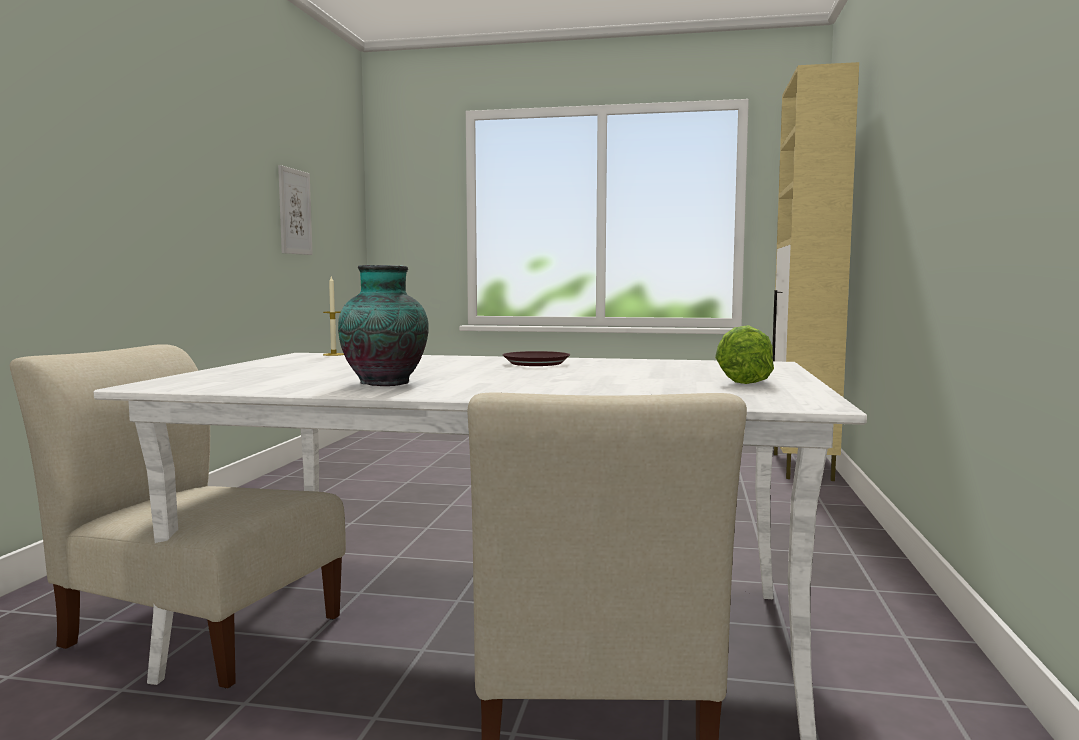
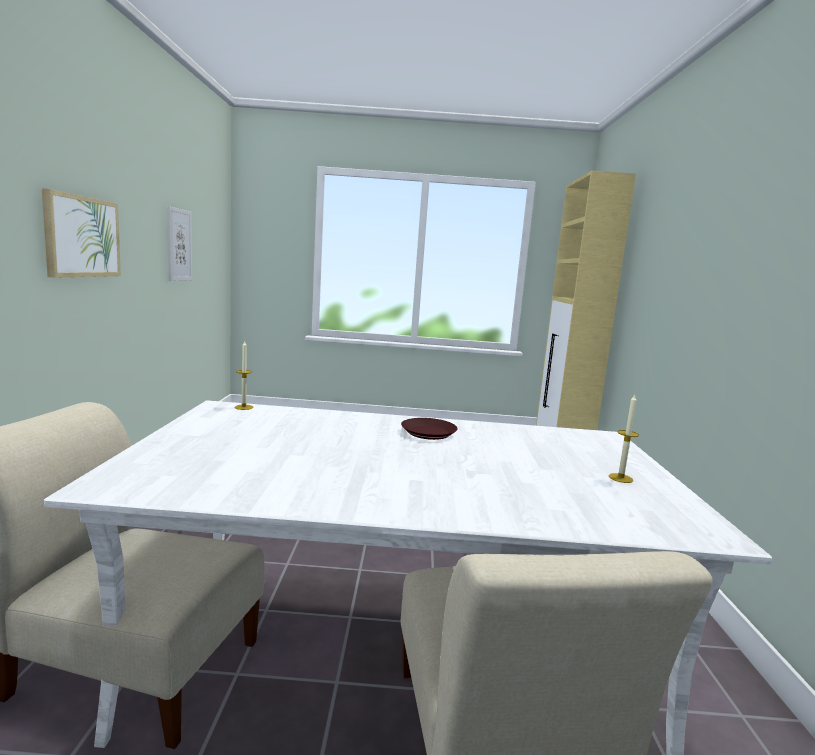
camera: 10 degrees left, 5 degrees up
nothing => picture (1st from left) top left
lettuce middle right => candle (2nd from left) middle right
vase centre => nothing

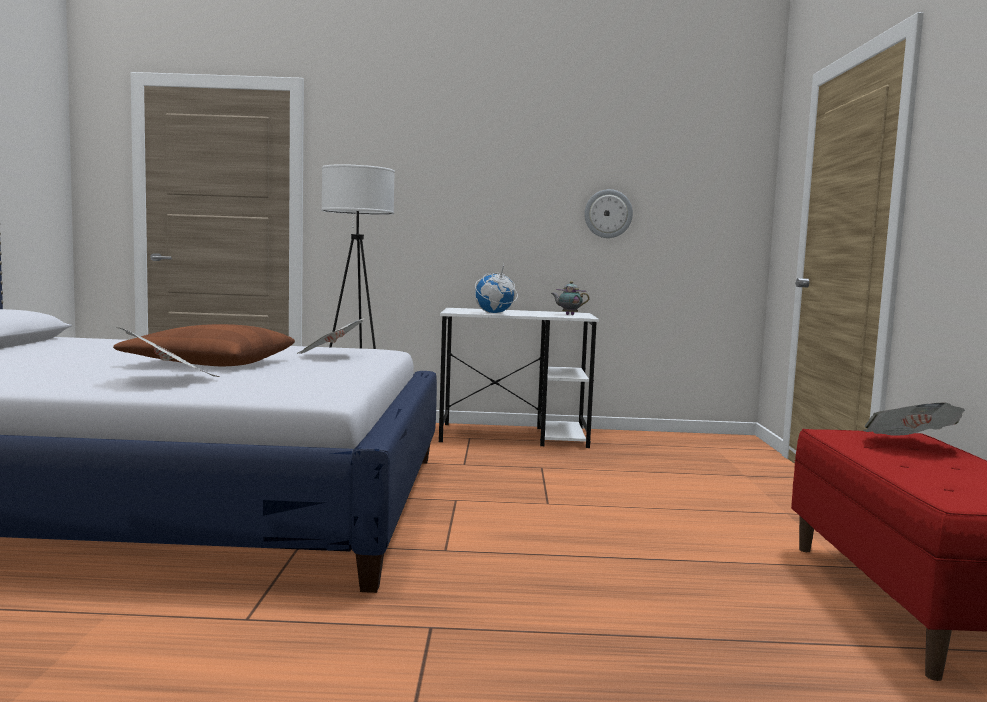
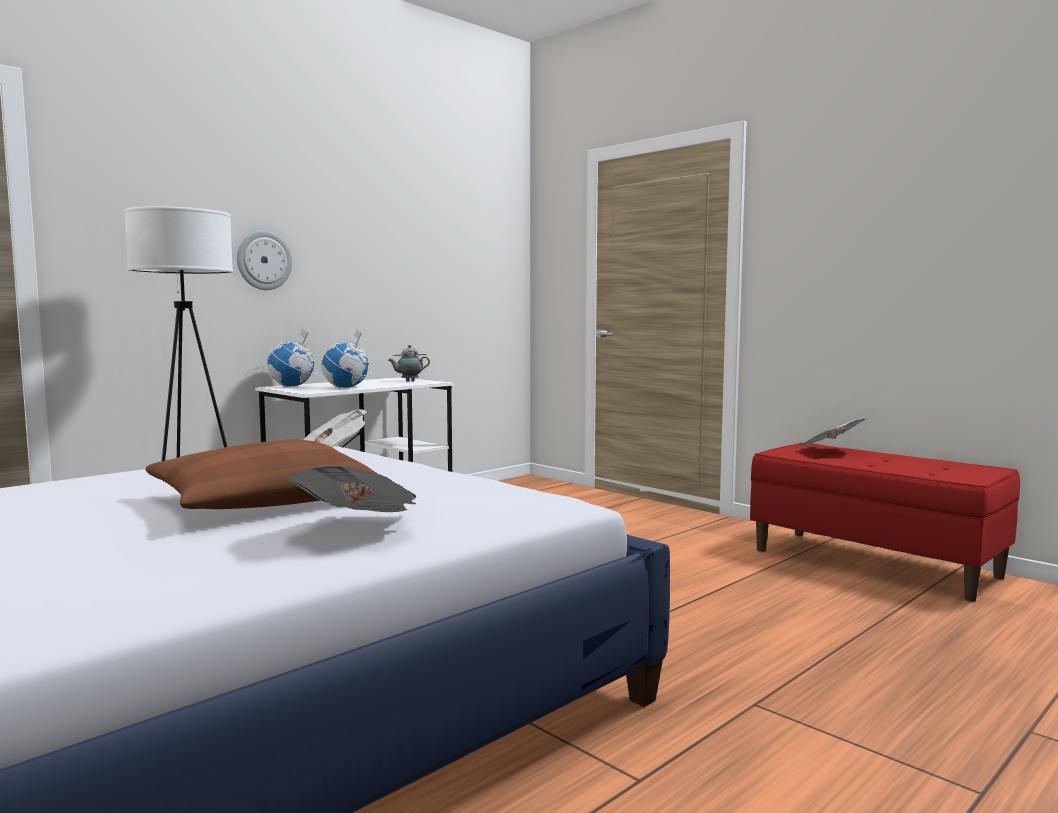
camera: 45 degrees left, 0 degrees up
wall clock top centre => wall clock top left, moved
nothing => globe (1st from left) middle left

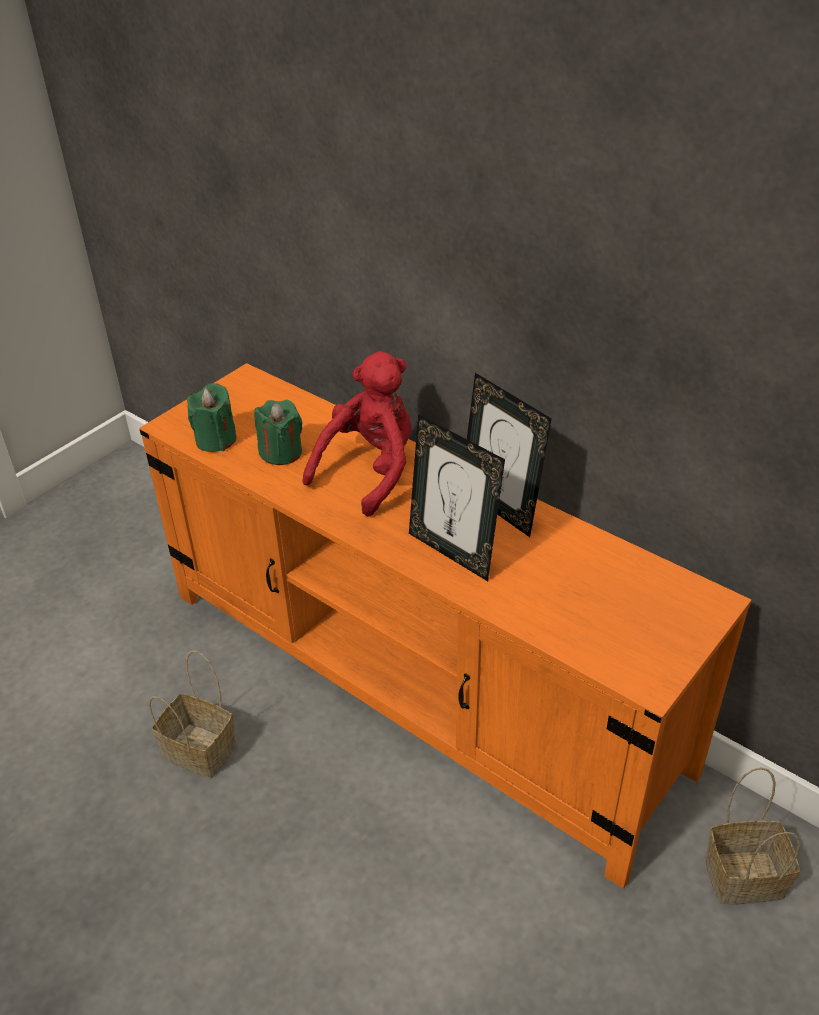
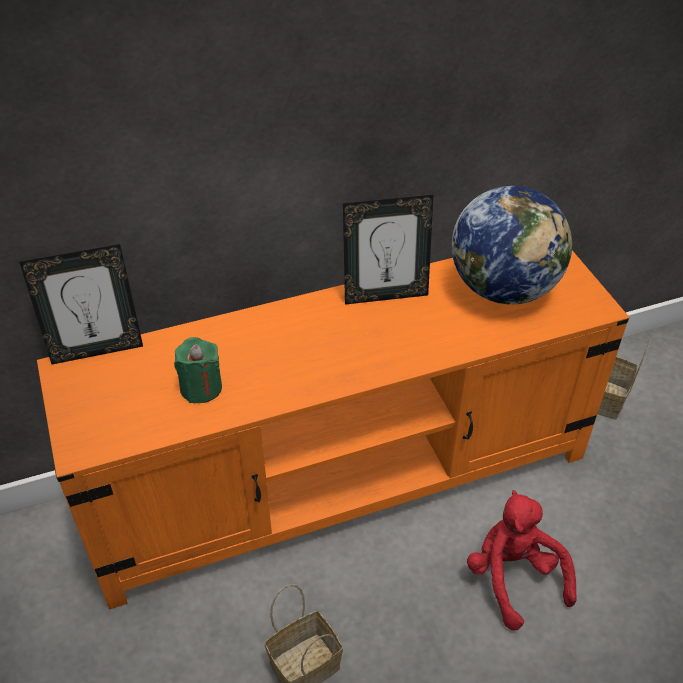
camera: 60 degrees left, 5 degrees up
picture frame (1st from left) centre => picture frame (1st from left) middle left, moved
nothing => globe middle right
red plush toy centre => red plush toy bottom right, moved
green candle (1st from left) middle left => nothing

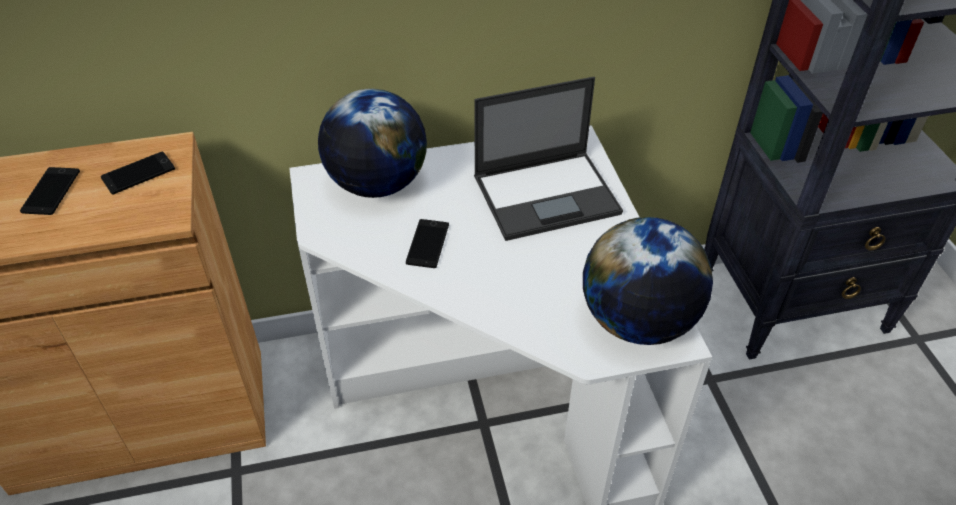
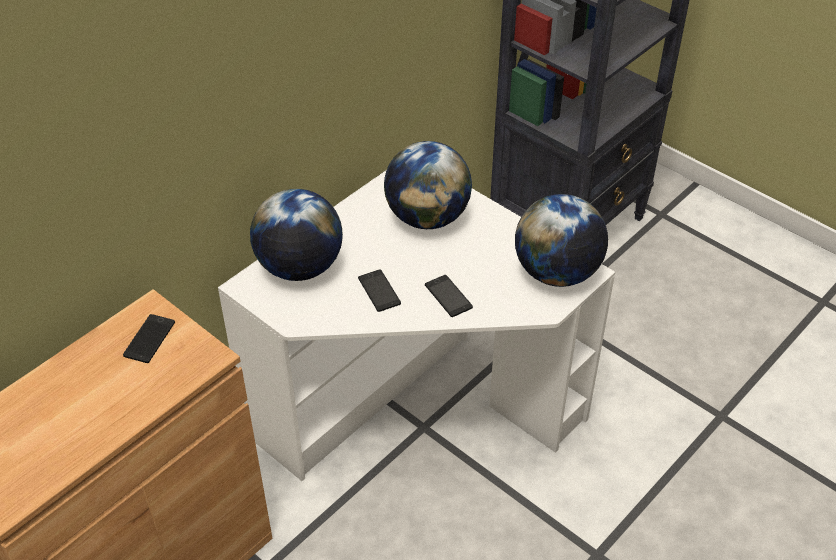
camera: 35 degrees left, 0 degrees up
laptop top centre => globe (2nd from left) top centre
phone (1st from left in the first image) middle left => phone (3rd from left) centre, moved

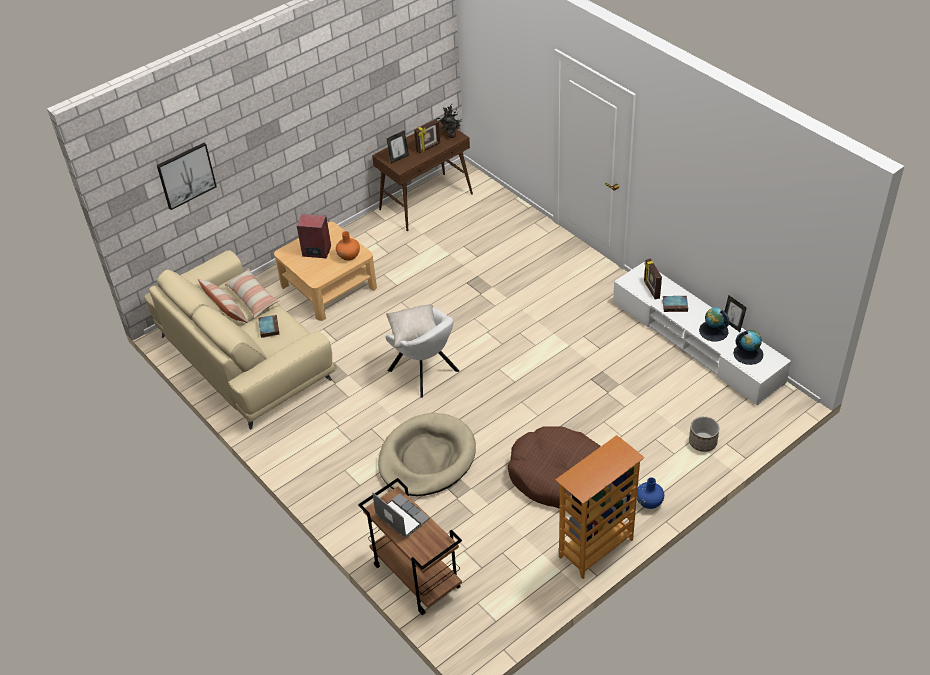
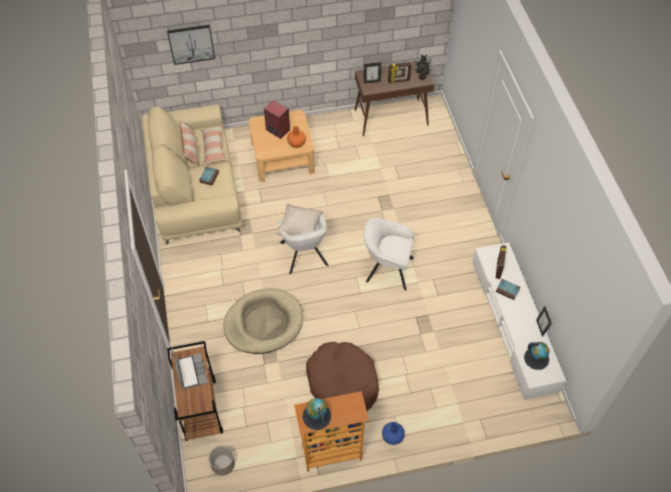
camera: 25 degrees right, 10 degrees up
planter middle right => planter bottom left, moved
globe (1st from left) middle right => globe (1st from left) bottom centre, moved
nothing => white armchair (2nd from left) centre

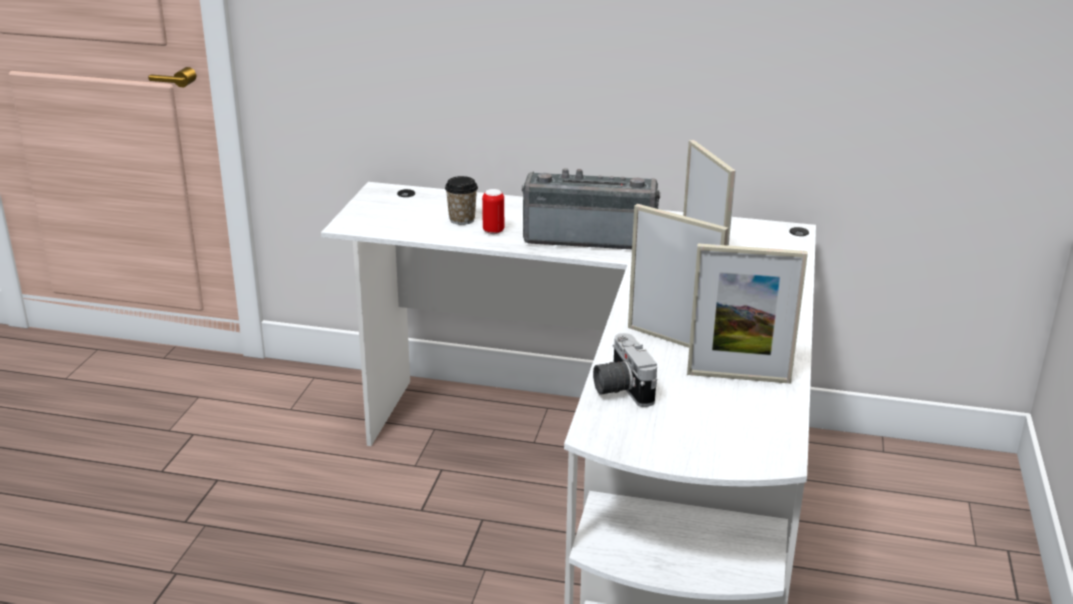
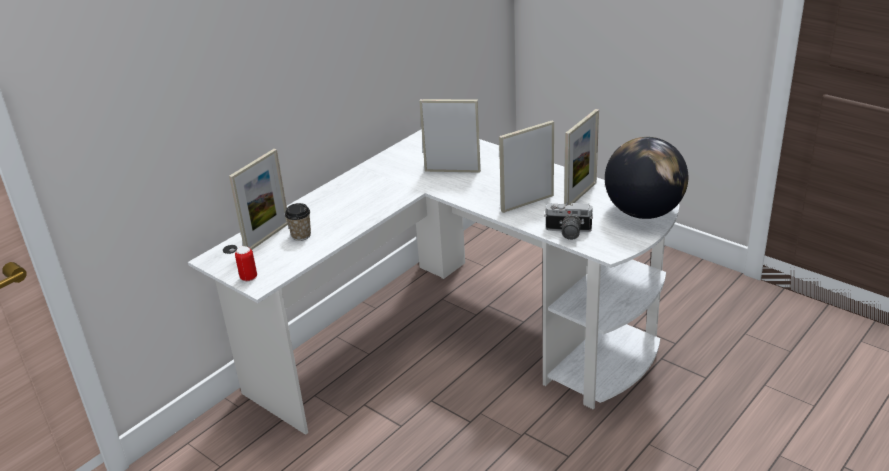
camera: 60 degrees left, 5 degrees up
nothing => picture frame (1st from left) middle left
can centre => can middle left, moved
nothing => globe middle right
radio centre => nothing

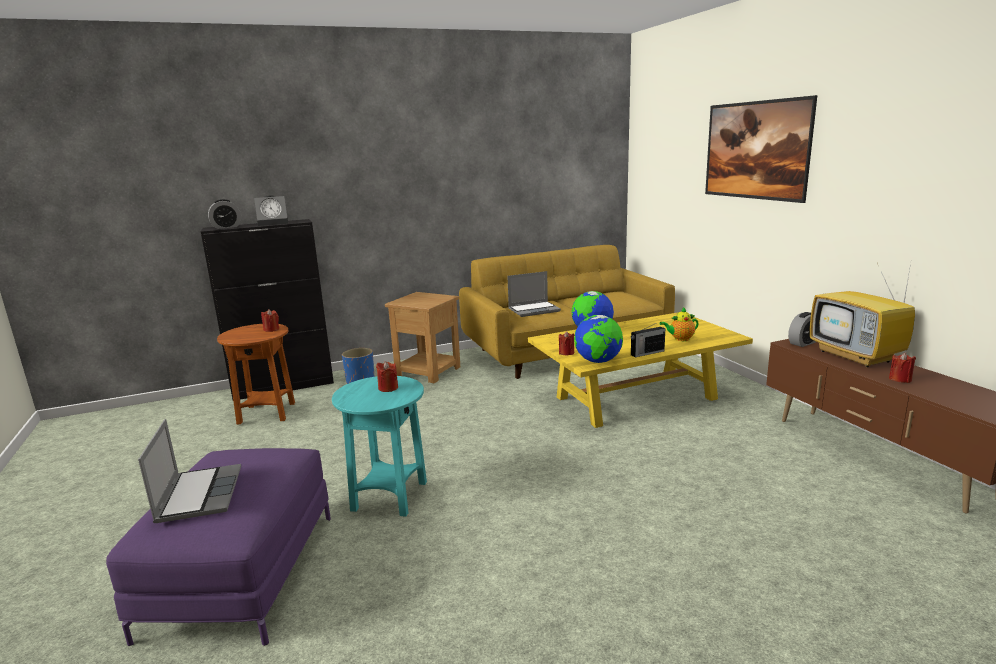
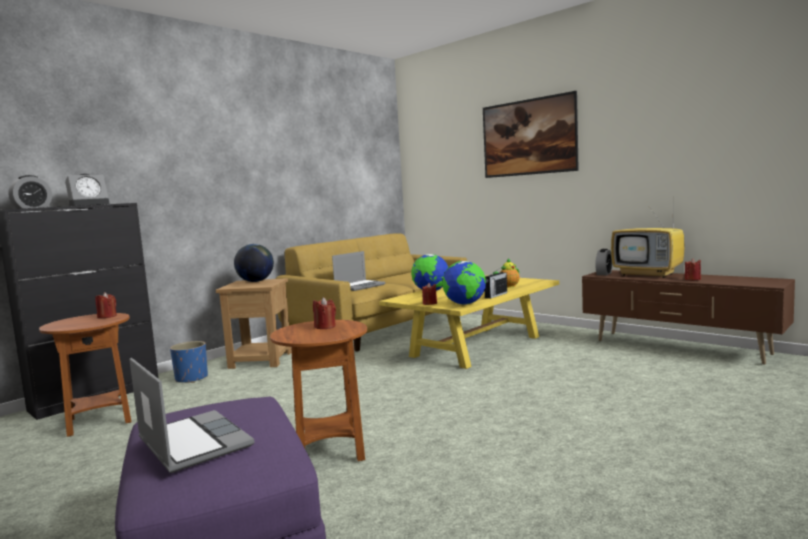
camera: 25 degrees left, 10 degrees down
nothing => globe (1st from left) middle left
turquoise side table bottom centre => brown side table (3rd from left) bottom centre

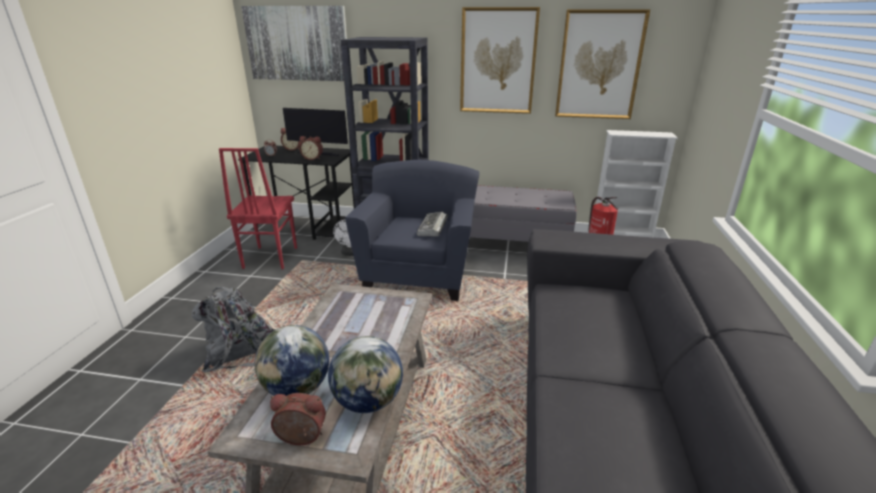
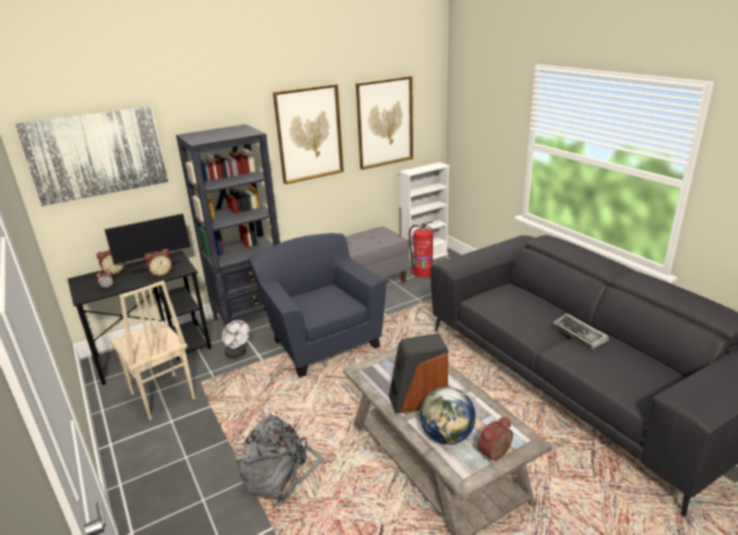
camera: 40 degrees left, 0 degrees up
red chair middle left => beige chair middle left
nothing => speaker bottom centre
keyboard centre => keyboard middle right, moved
globe (2nd from left) bottom centre => nothing

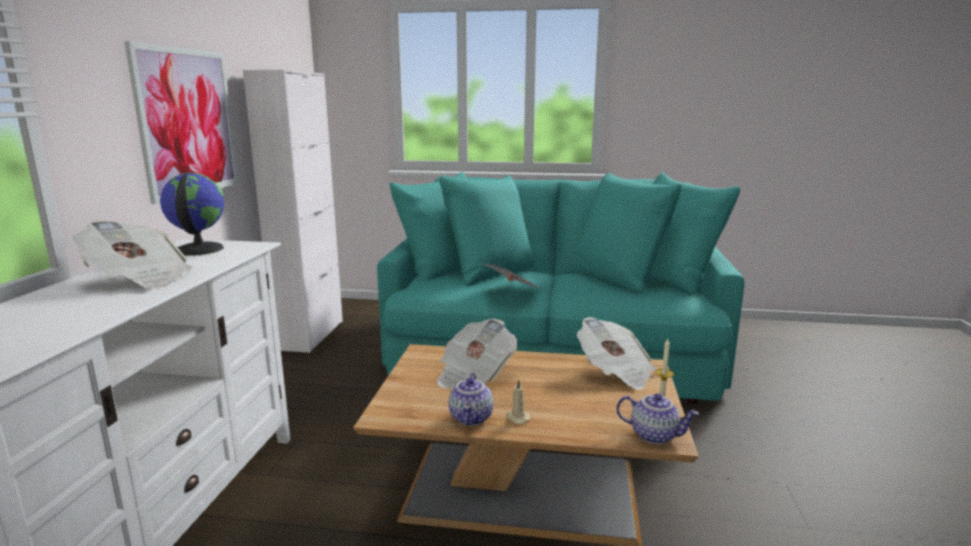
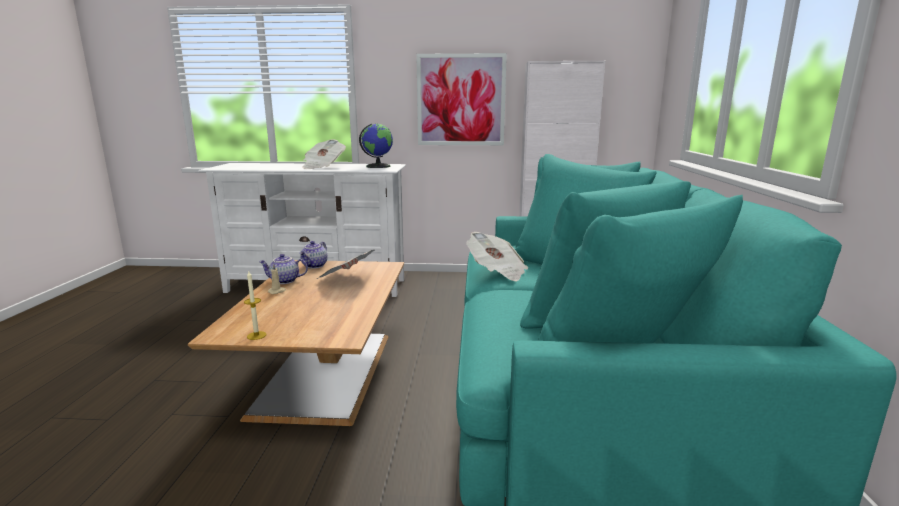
camera: 85 degrees right, 0 degrees up
teapot (2nd from left) bottom right => teapot (2nd from left) centre, moved
newspaper (4th from left) centre => nothing

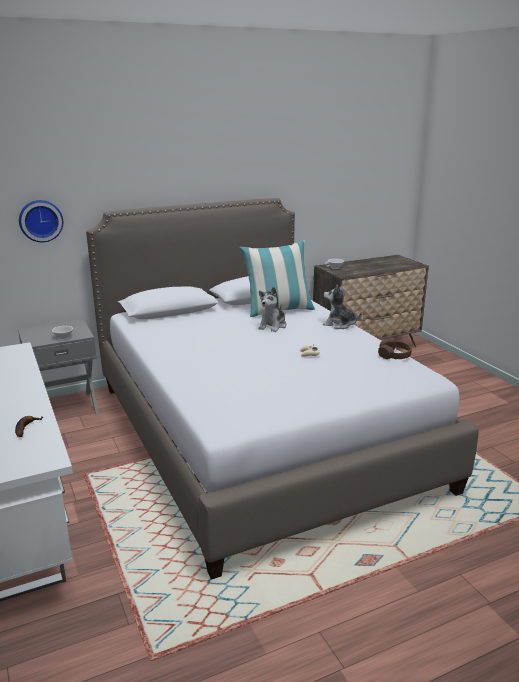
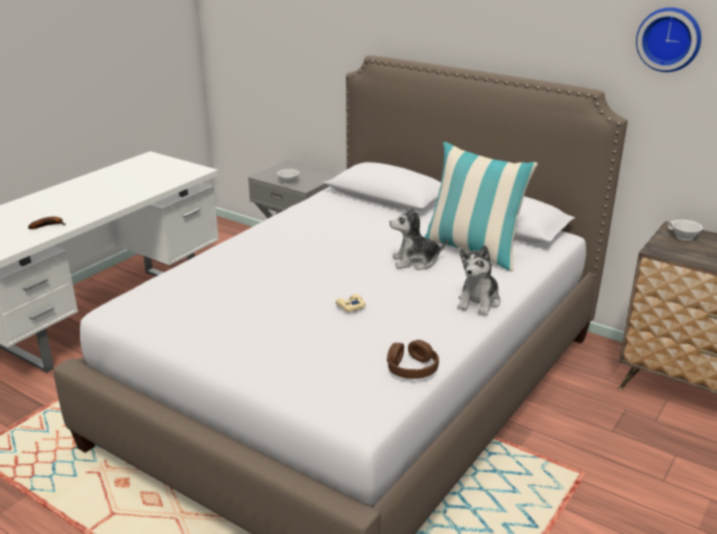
camera: 60 degrees right, 5 degrees up
plush toy (2nd from left) centre => plush toy (2nd from left) middle right, 150 degrees counterclockwise
wall clock top left => wall clock top right, moved

